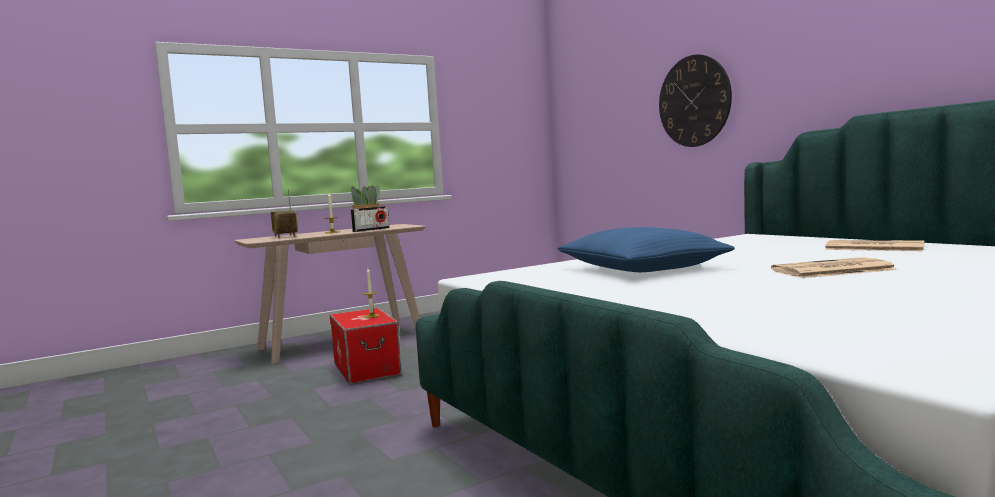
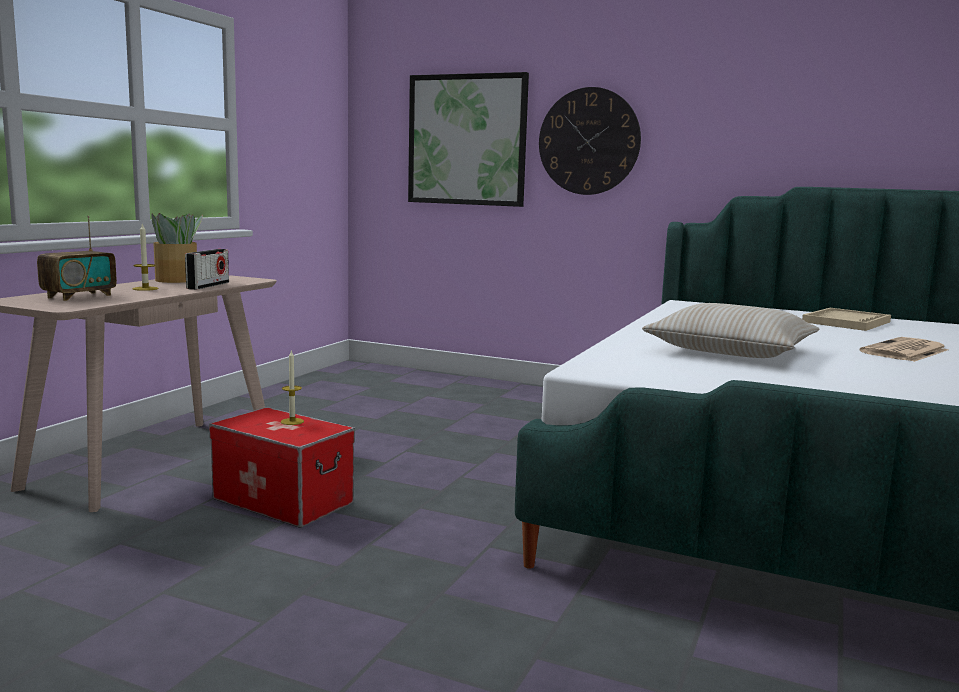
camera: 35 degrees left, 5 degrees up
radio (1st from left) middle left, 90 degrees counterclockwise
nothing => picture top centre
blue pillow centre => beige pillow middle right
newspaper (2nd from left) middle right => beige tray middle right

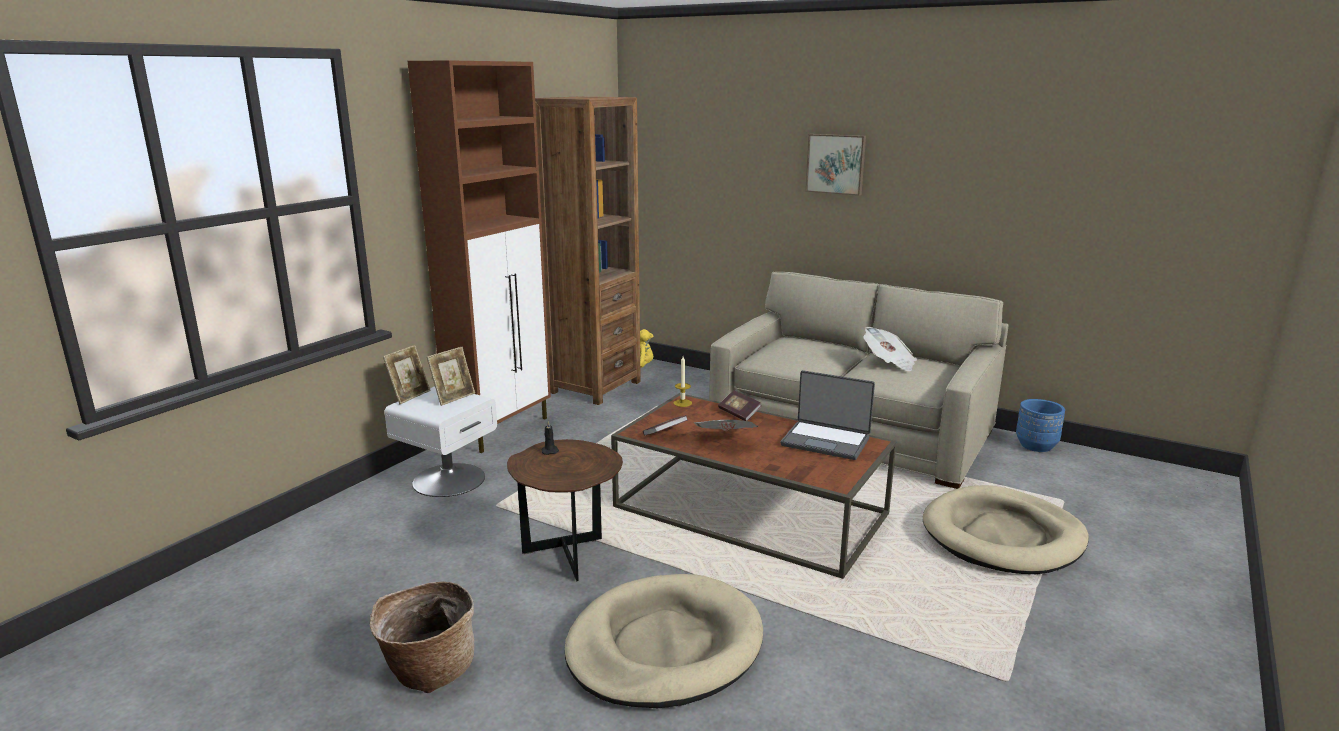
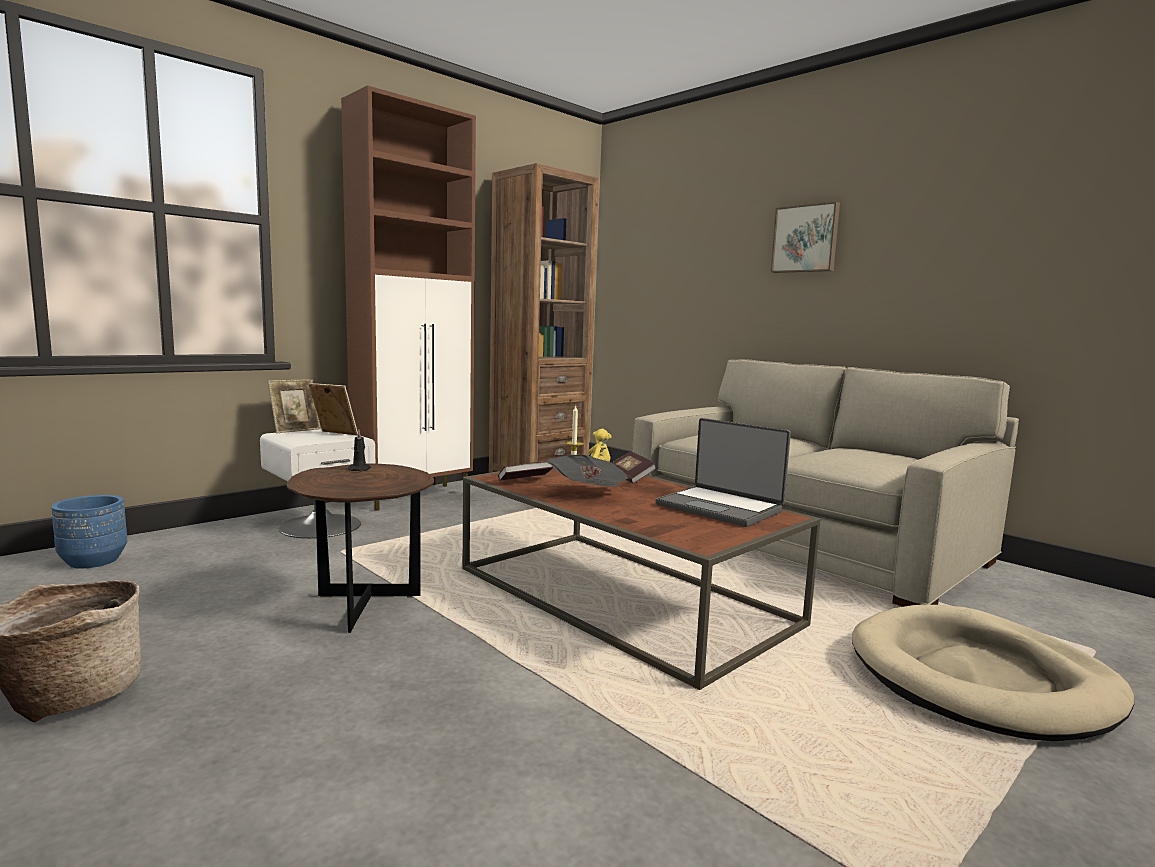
camera: 15 degrees right, 10 degrees down
blue planter middle right => blue planter middle left, moved
picture frame (2nd from left) centre => picture frame (2nd from left) middle left, 120 degrees counterclockwise
beige dog bed (1st from left) bottom centre => nothing
newspaper (2nd from left) centre => nothing

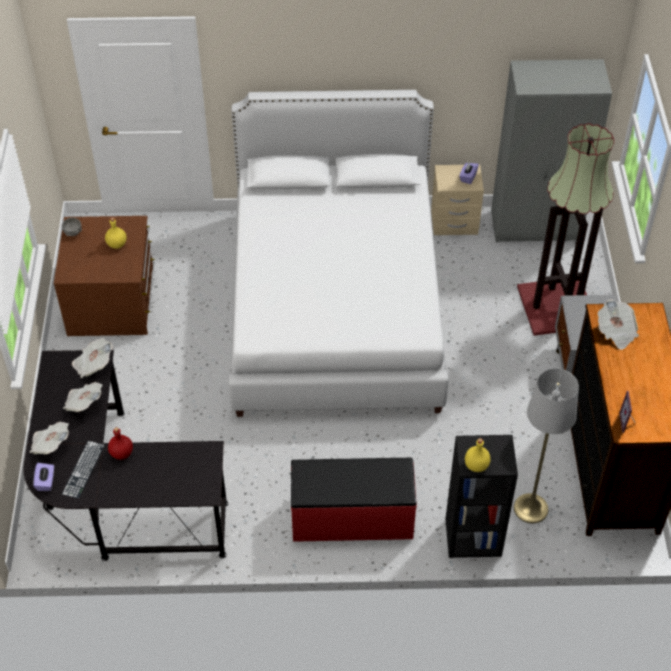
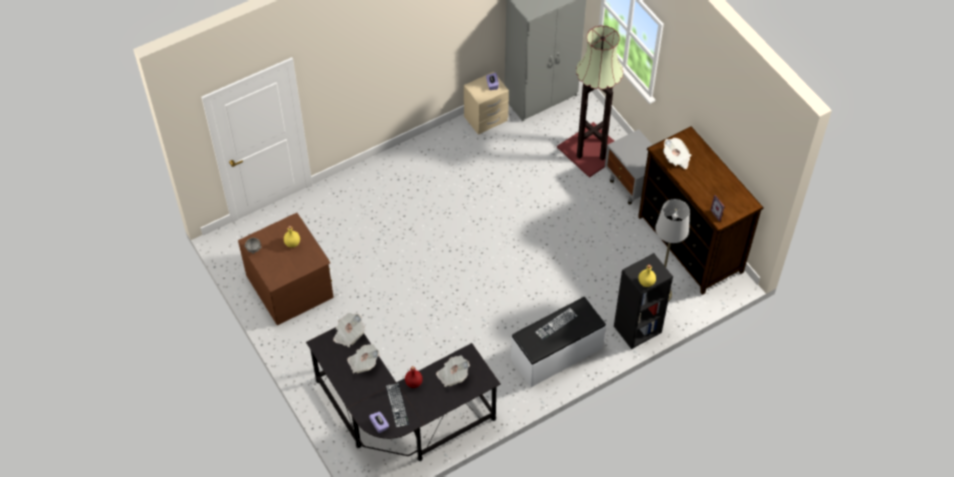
camera: 30 degrees left, 5 degrees up
newspaper (1st from left in the first image) middle left => newspaper (3rd from left) bottom centre, moved
red bench bottom centre => white bench bottom centre
nothing => keyboard (2nd from left) bottom centre
white bed centre => nothing

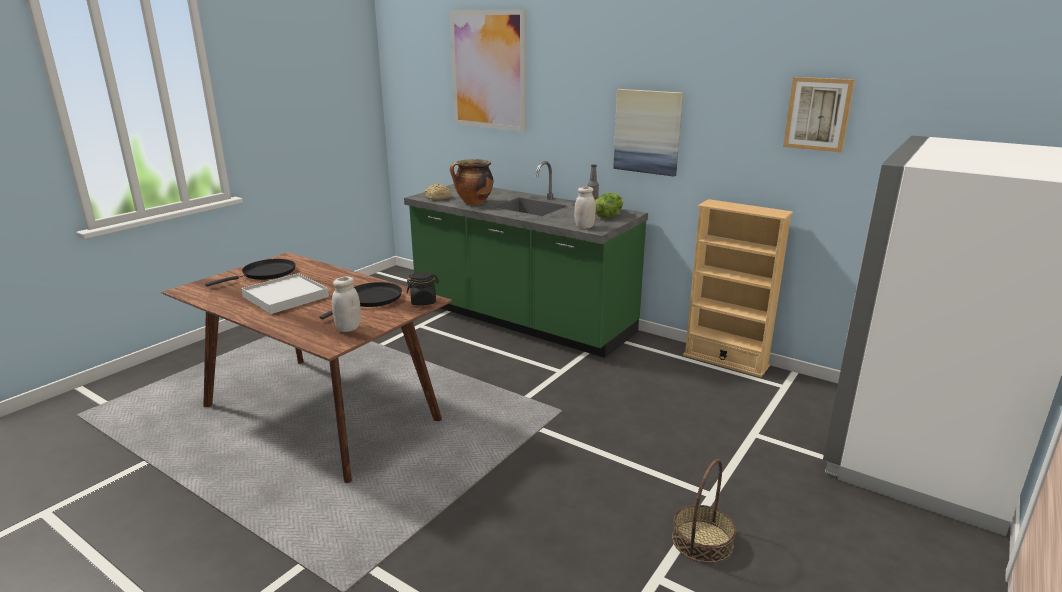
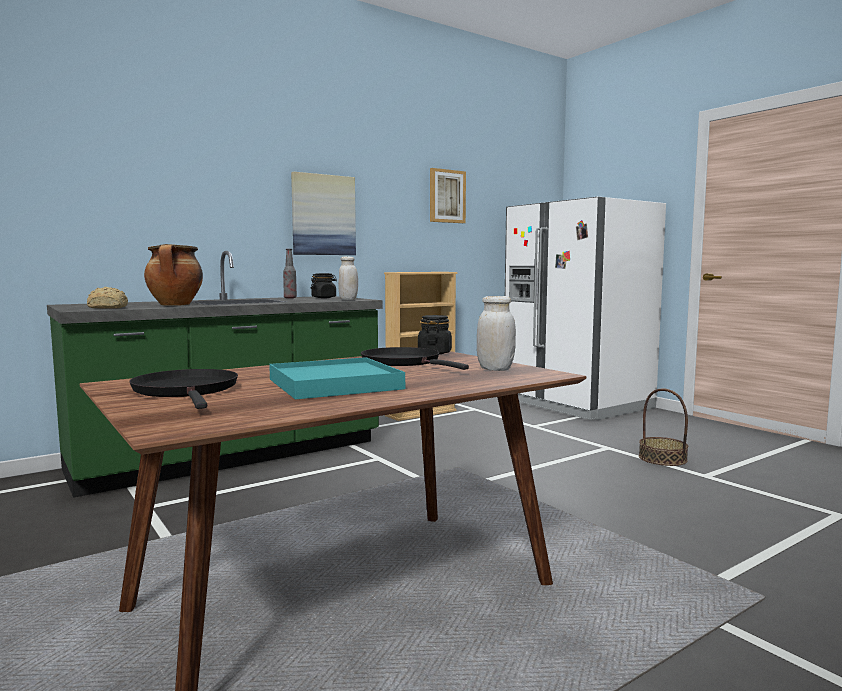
camera: 70 degrees left, 15 degrees down
white tray middle left => turquoise tray centre
lettuce centre => black jar (1st from left) centre
picture (1st from left) top centre => nothing

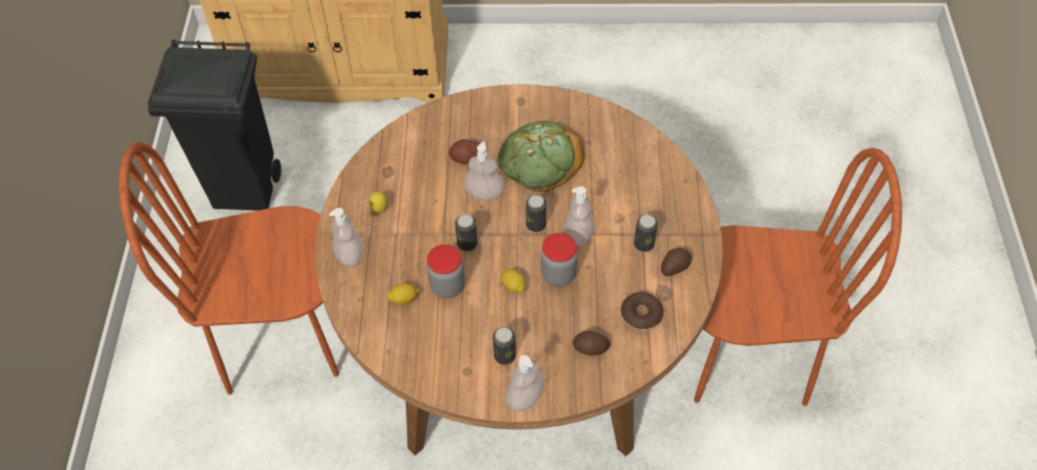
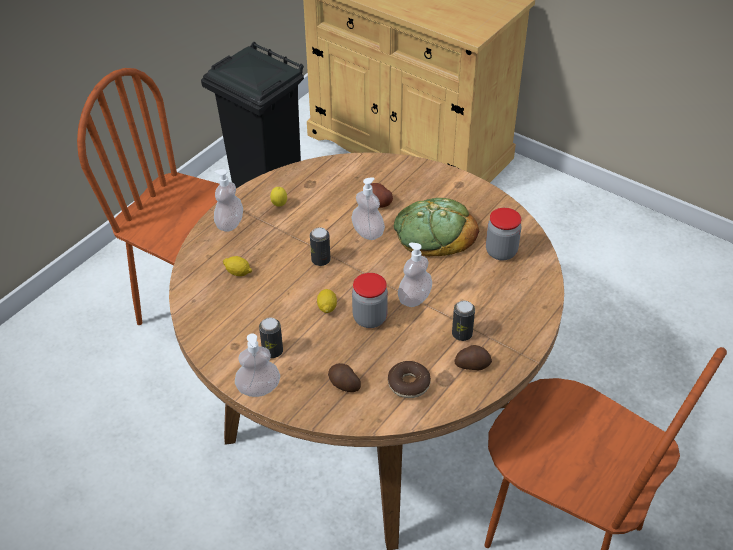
camera: 35 degrees right, 10 degrees down
jar (1st from left in the first image) centre => jar (2nd from left) middle right, moved
can (3rd from left) centre => nothing

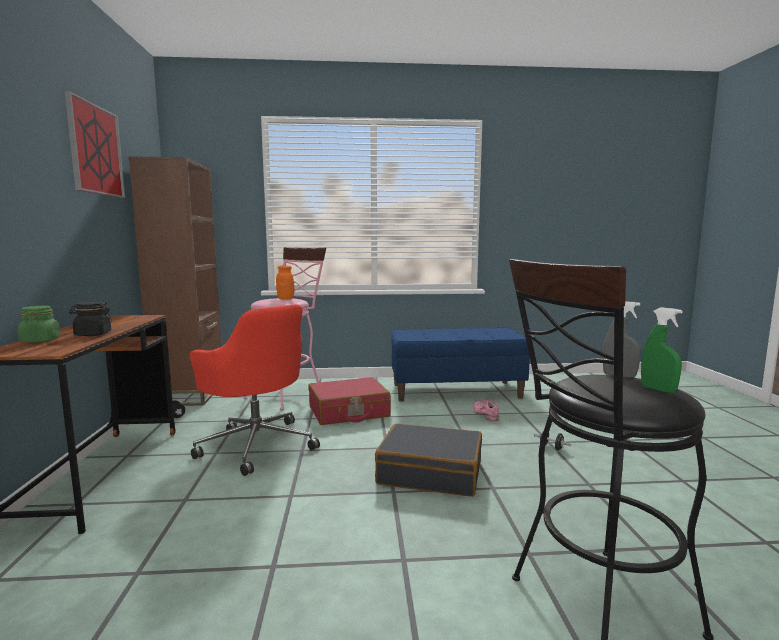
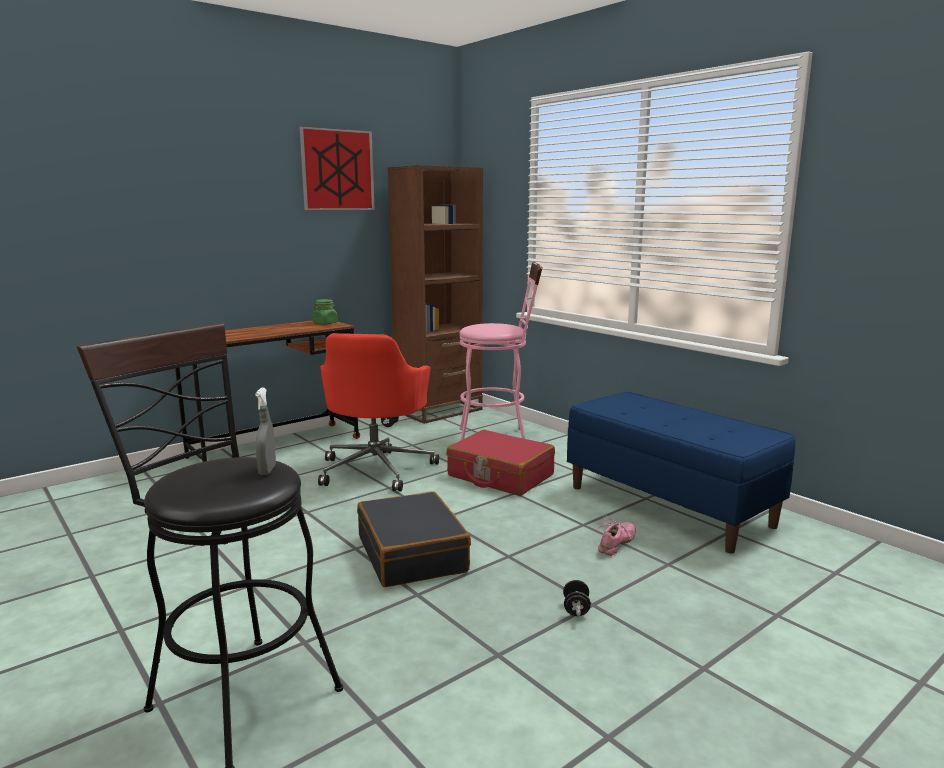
camera: 55 degrees right, 5 degrees up
green jar middle left => green jar centre, moved
black jar middle left => nothing
orange jar centre => nothing
green spray bottle middle right => nothing

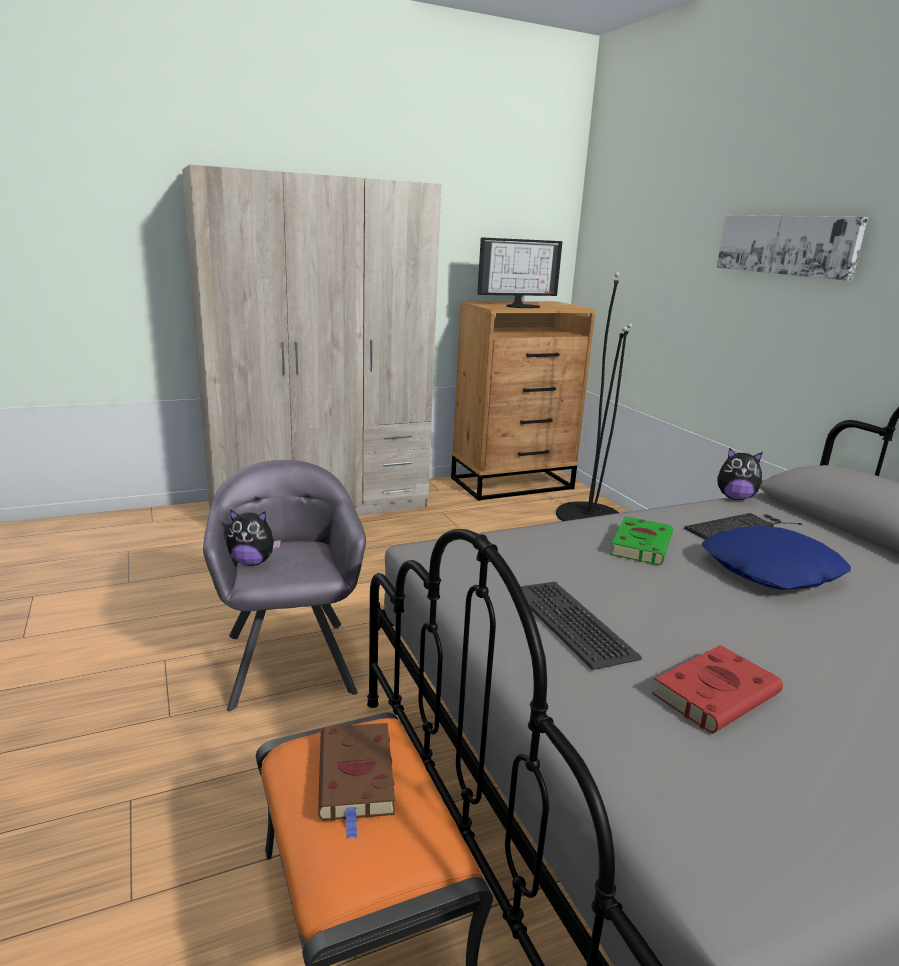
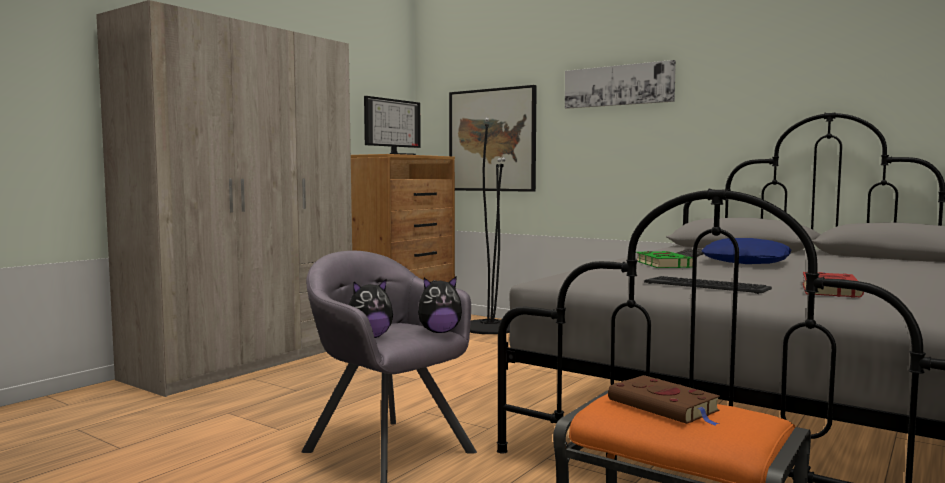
camera: 30 degrees left, 15 degrees down
plush toy (2nd from left) middle right => plush toy (2nd from left) centre, moved
nothing => picture (1st from left) top centre

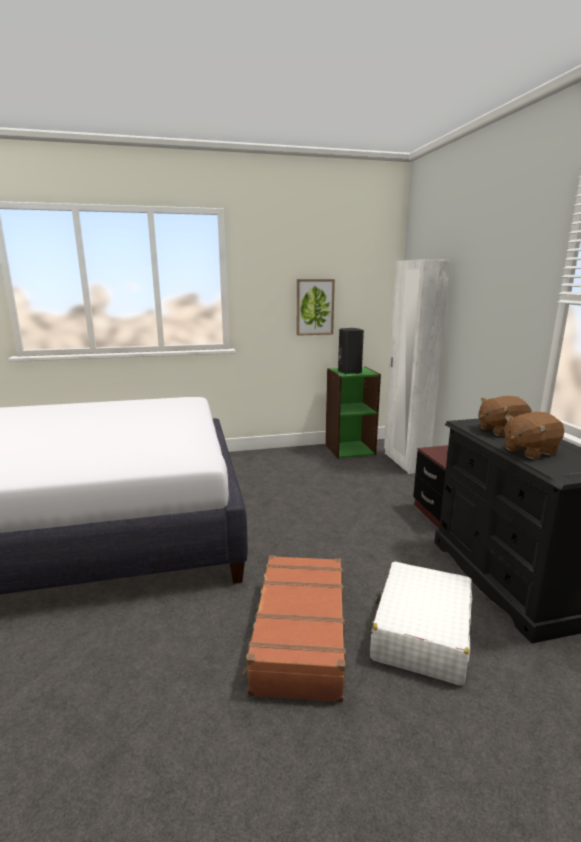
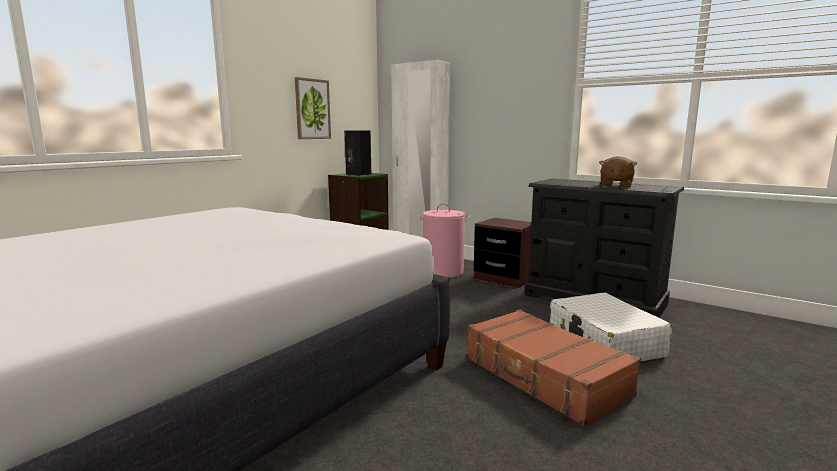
camera: 40 degrees left, 5 degrees down
nothing => pink laundry basket centre
brown plush toy (1st from left) middle right => nothing

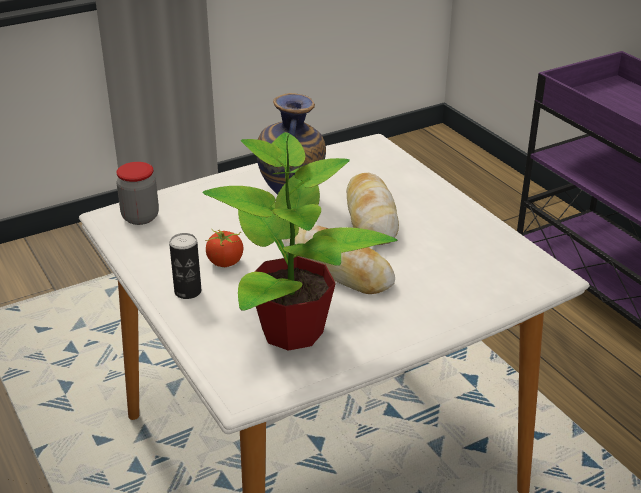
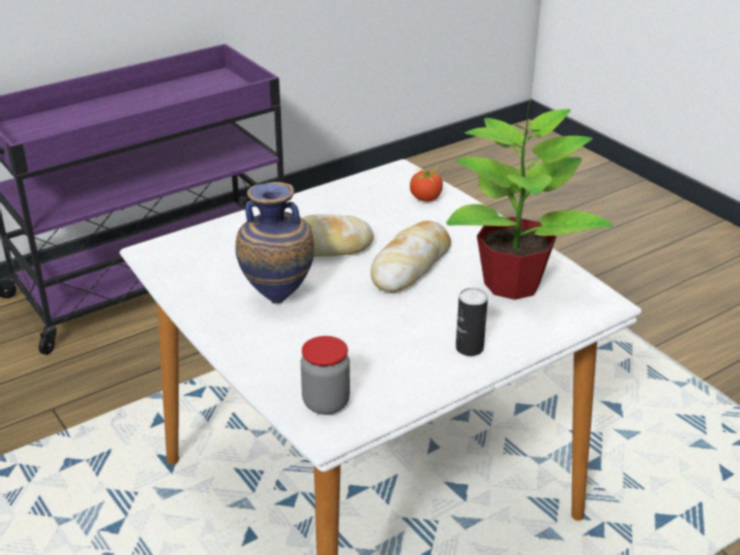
camera: 95 degrees left, 0 degrees up
tomato centre => tomato top centre, moved

